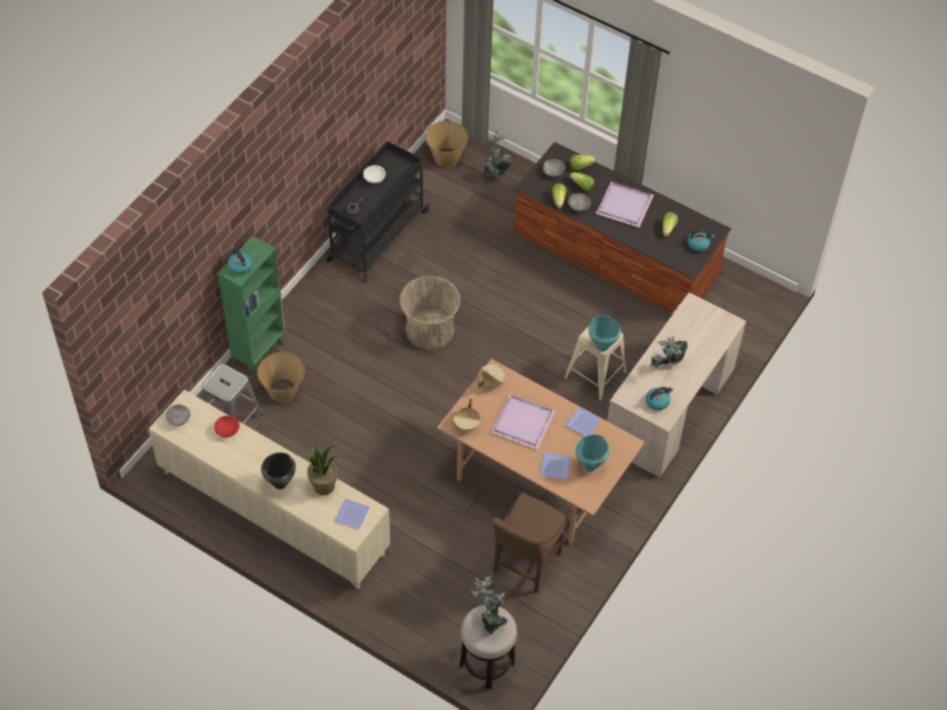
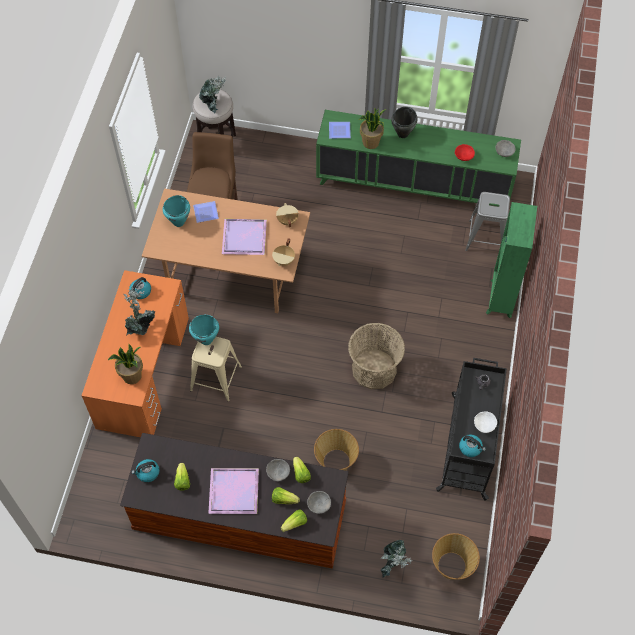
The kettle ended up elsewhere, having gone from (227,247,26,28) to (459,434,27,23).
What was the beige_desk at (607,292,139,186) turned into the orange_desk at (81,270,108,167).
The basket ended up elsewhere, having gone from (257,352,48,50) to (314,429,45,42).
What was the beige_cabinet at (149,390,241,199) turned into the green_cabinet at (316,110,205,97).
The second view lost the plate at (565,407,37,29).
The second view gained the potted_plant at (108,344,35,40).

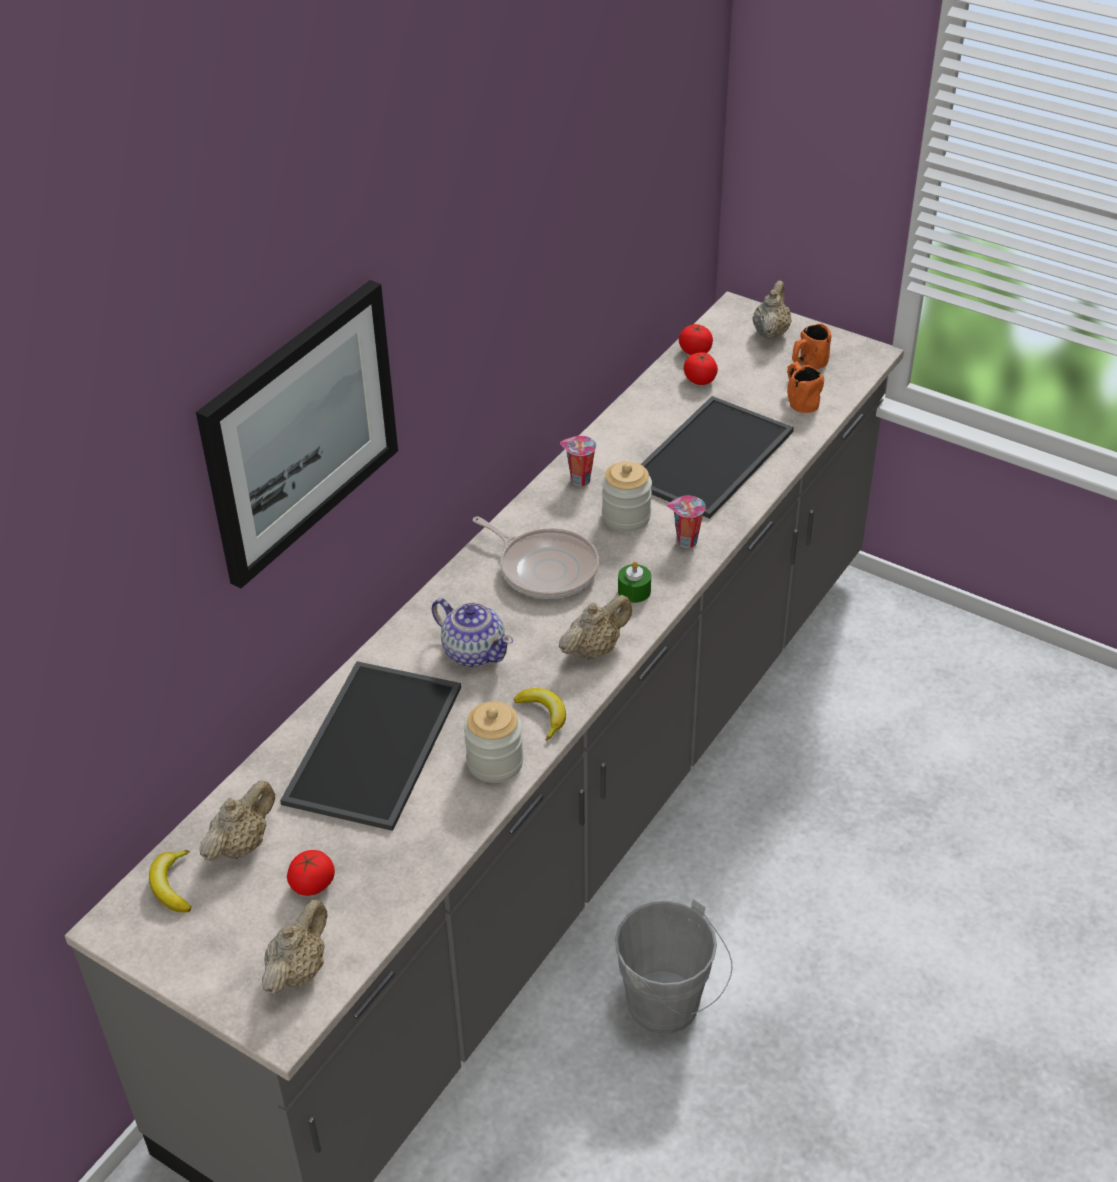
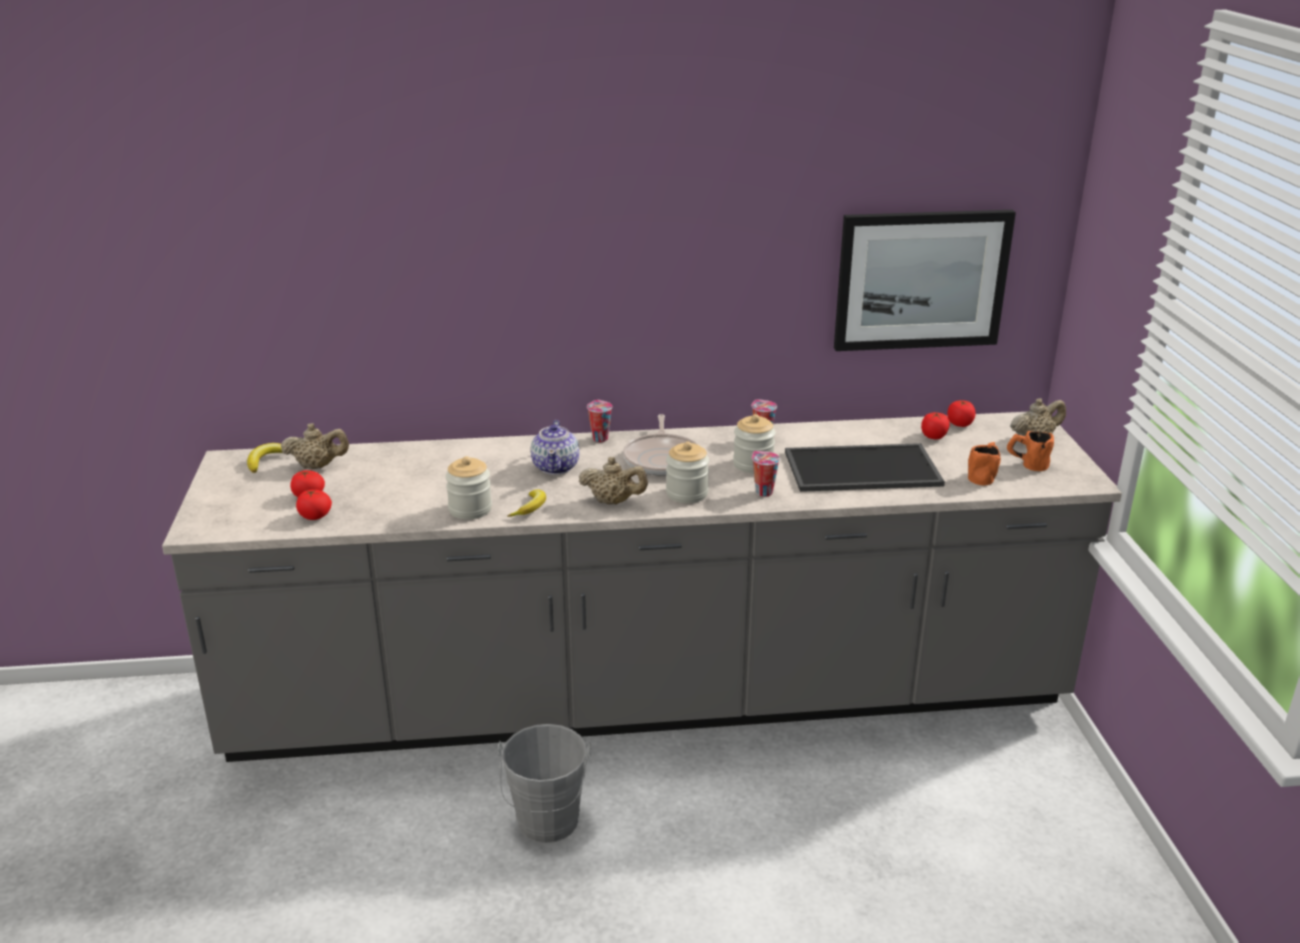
The picture ended up elsewhere, having gone from (196,280,202,308) to (834,210,182,141).
Where the green_candle stood at (618,561,33,42), the jar came to stand at (666,442,43,61).
The second view lost the tray at (280,661,181,170).
The second view lost the beige_teapot at (262,900,65,95).
The second view gained the cup at (587,400,26,42).
The second view gained the tomato at (296,489,36,31).

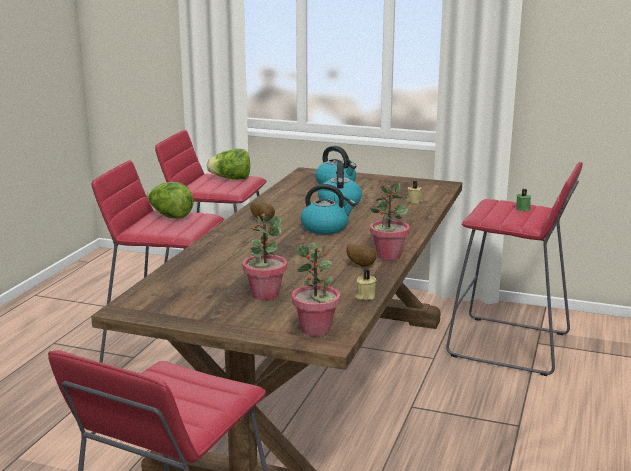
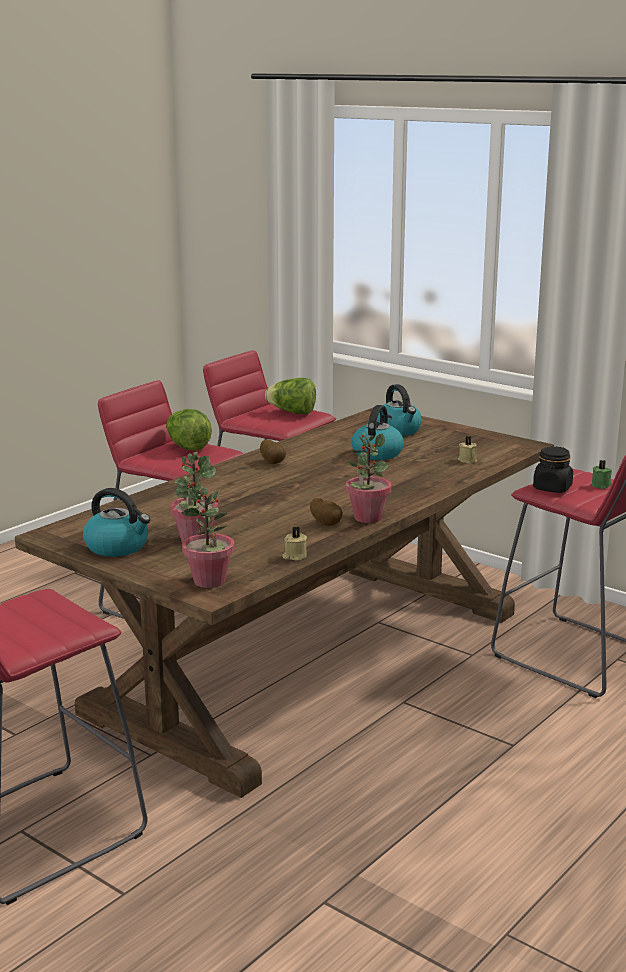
The kettle ended up elsewhere, having gone from (301,184,55,50) to (83,488,68,69).
The second view gained the black_jar at (533,447,40,46).

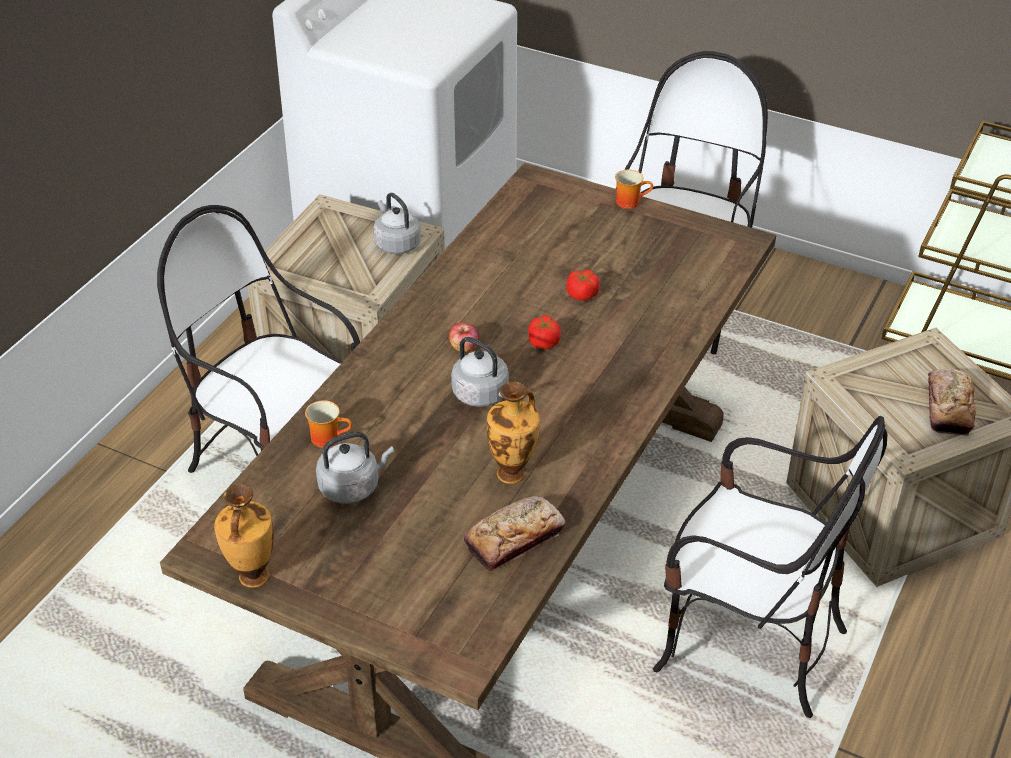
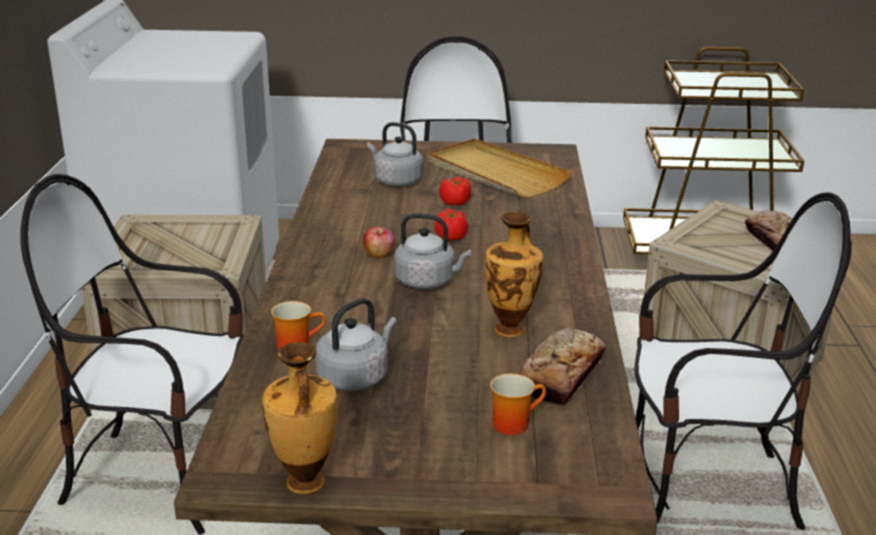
The mug ended up elsewhere, having gone from (615,170,38,39) to (490,373,56,62).
The grey_kettle ended up elsewhere, having gone from (373,193,48,61) to (367,122,56,65).
The second view gained the beige_tray at (428,139,144,59).

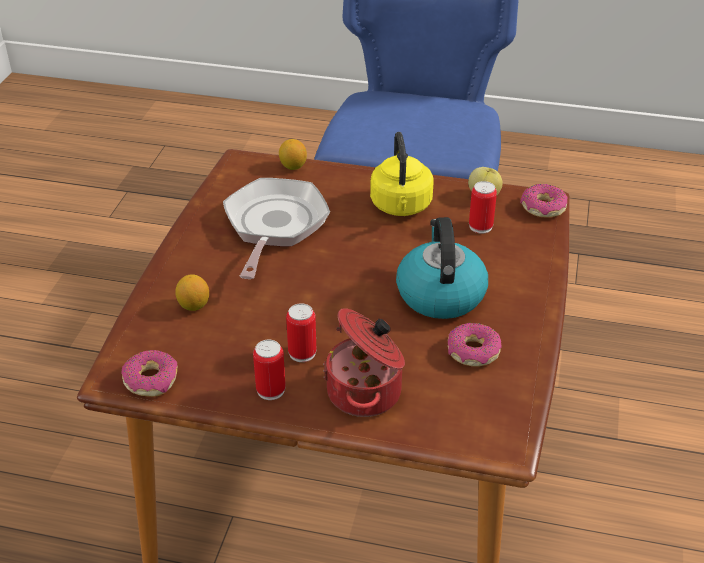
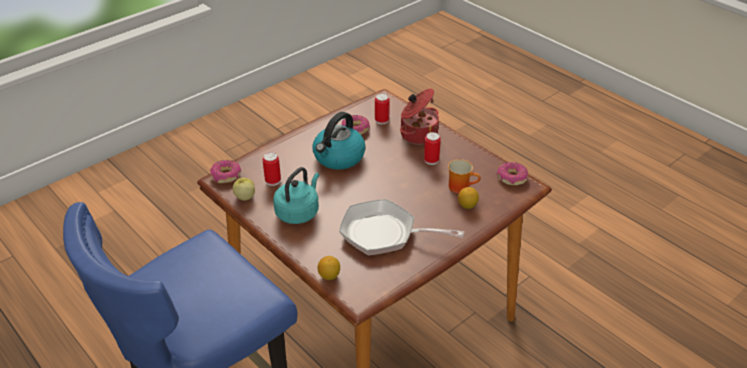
What was the yellow_kettle at (370,132,64,84) turned into the turquoise_kettle at (273,167,46,57).
The frying_pan at (223,178,107,101) ended up facing another way, 60 degrees clockwise from before.
The can ended up elsewhere, having gone from (253,340,33,60) to (375,93,15,32).
The second view gained the mug at (448,159,33,34).

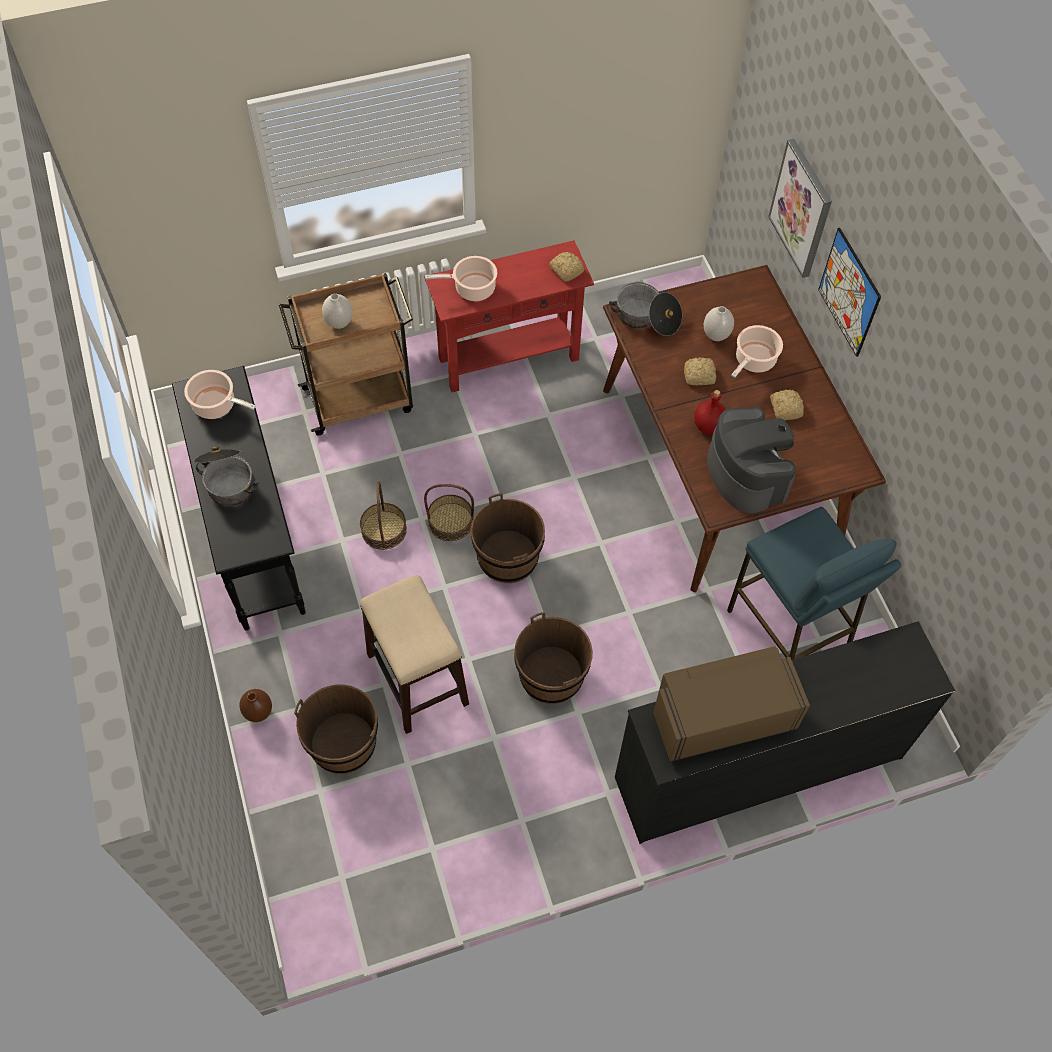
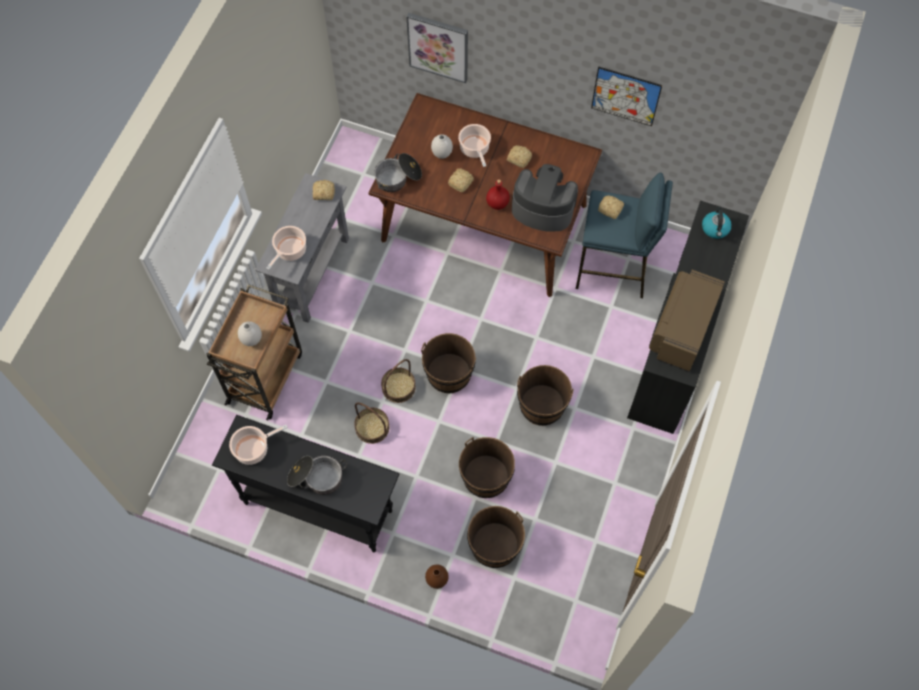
The picture ended up elsewhere, having gone from (818,228,63,129) to (591,66,71,60).
What was the red_console_table at (424,240,170,152) turned into the grey_console_table at (255,173,94,150).
Where the stool stood at (360,575,109,159), the brown_bucket came to stand at (459,437,56,61).
The second view gained the bread at (598,195,26,24).
The second view gained the kettle at (702,208,30,31).

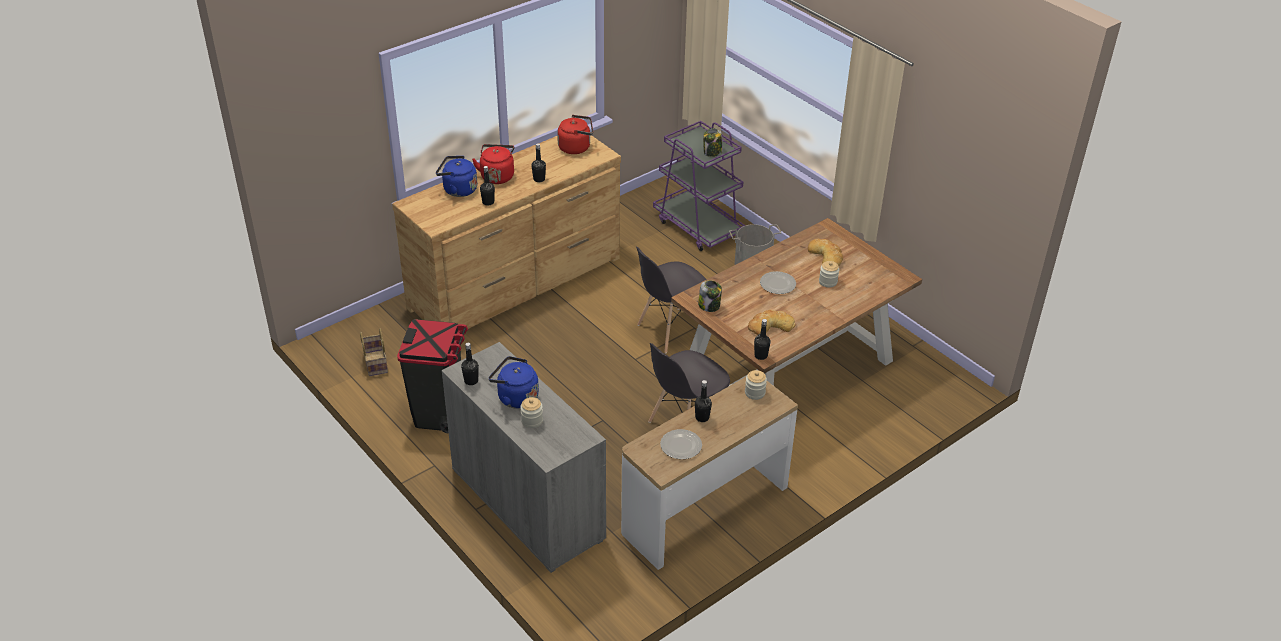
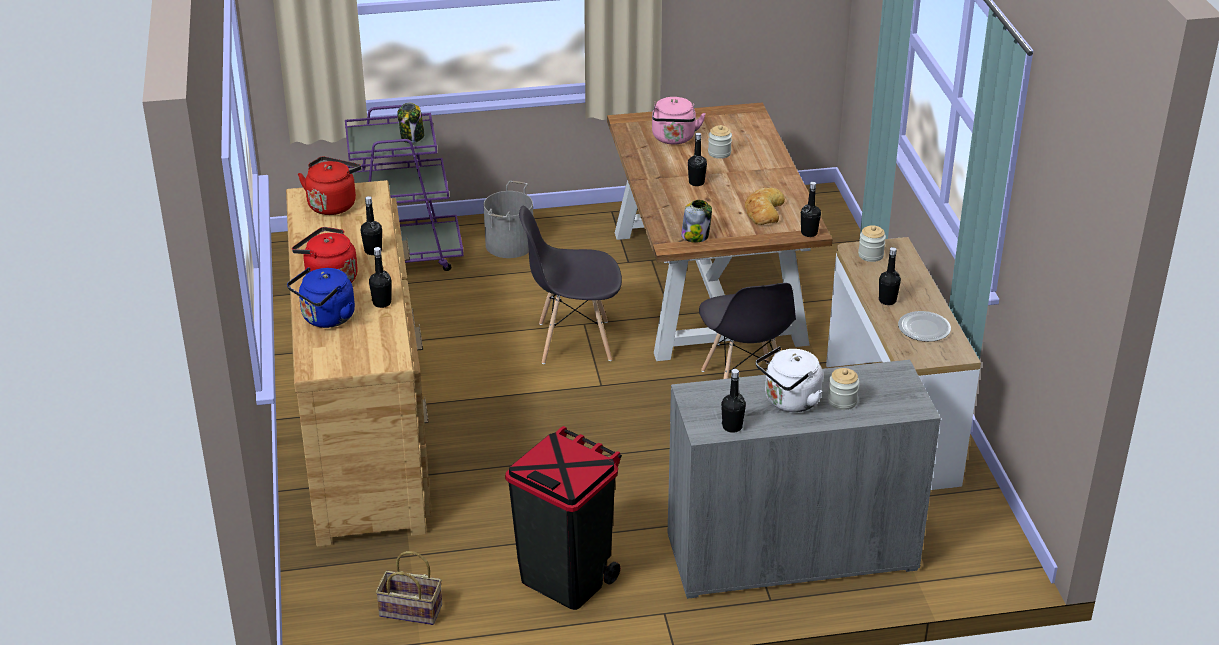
Where the bread stood at (808,239,35,27), the pink_kettle came to stand at (652,97,54,48).
The grey_chair at (636,247,71,106) ended up facing another way, 90 degrees clockwise from before.
Where the plate stood at (760,271,36,23), the black_bottle came to stand at (688,133,19,53).
What was the blue_kettle at (489,356,50,53) turned into the white_kettle at (756,346,67,66).

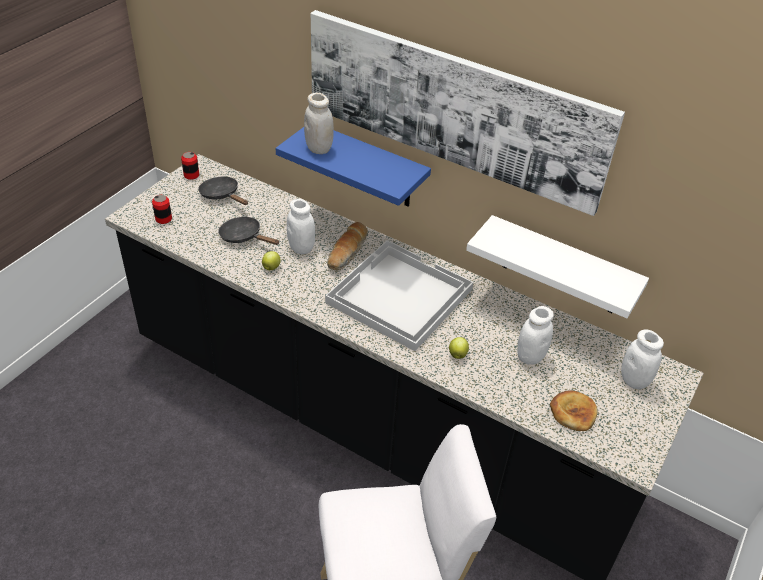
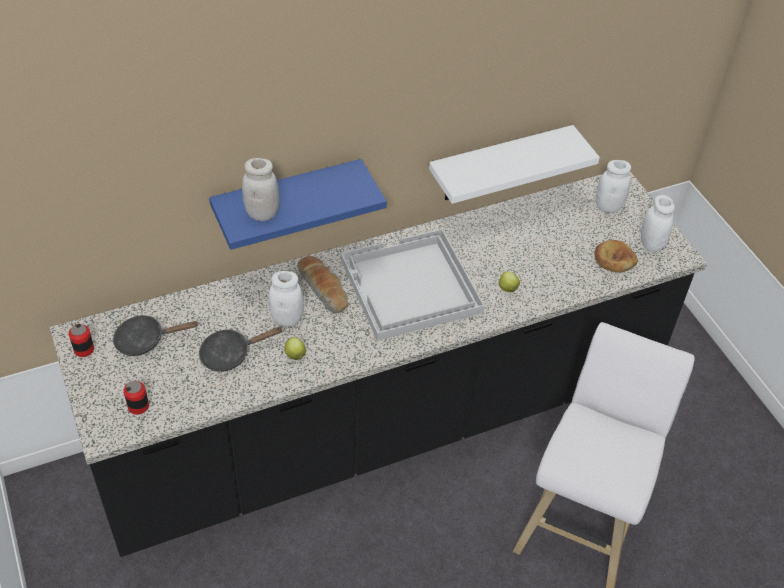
The second view lost the picture at (311,10,314,206).
The white_jar ended up elsewhere, having gone from (517,306,37,59) to (641,195,34,57).

